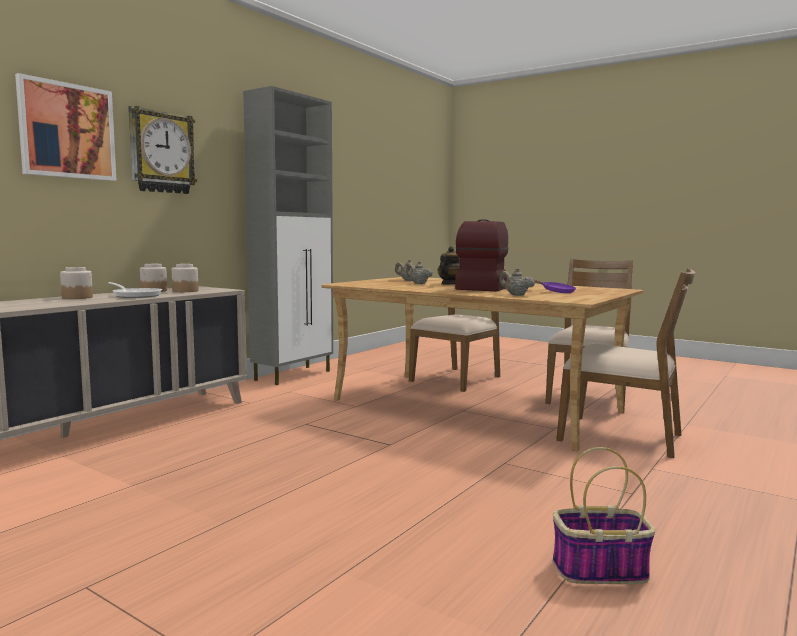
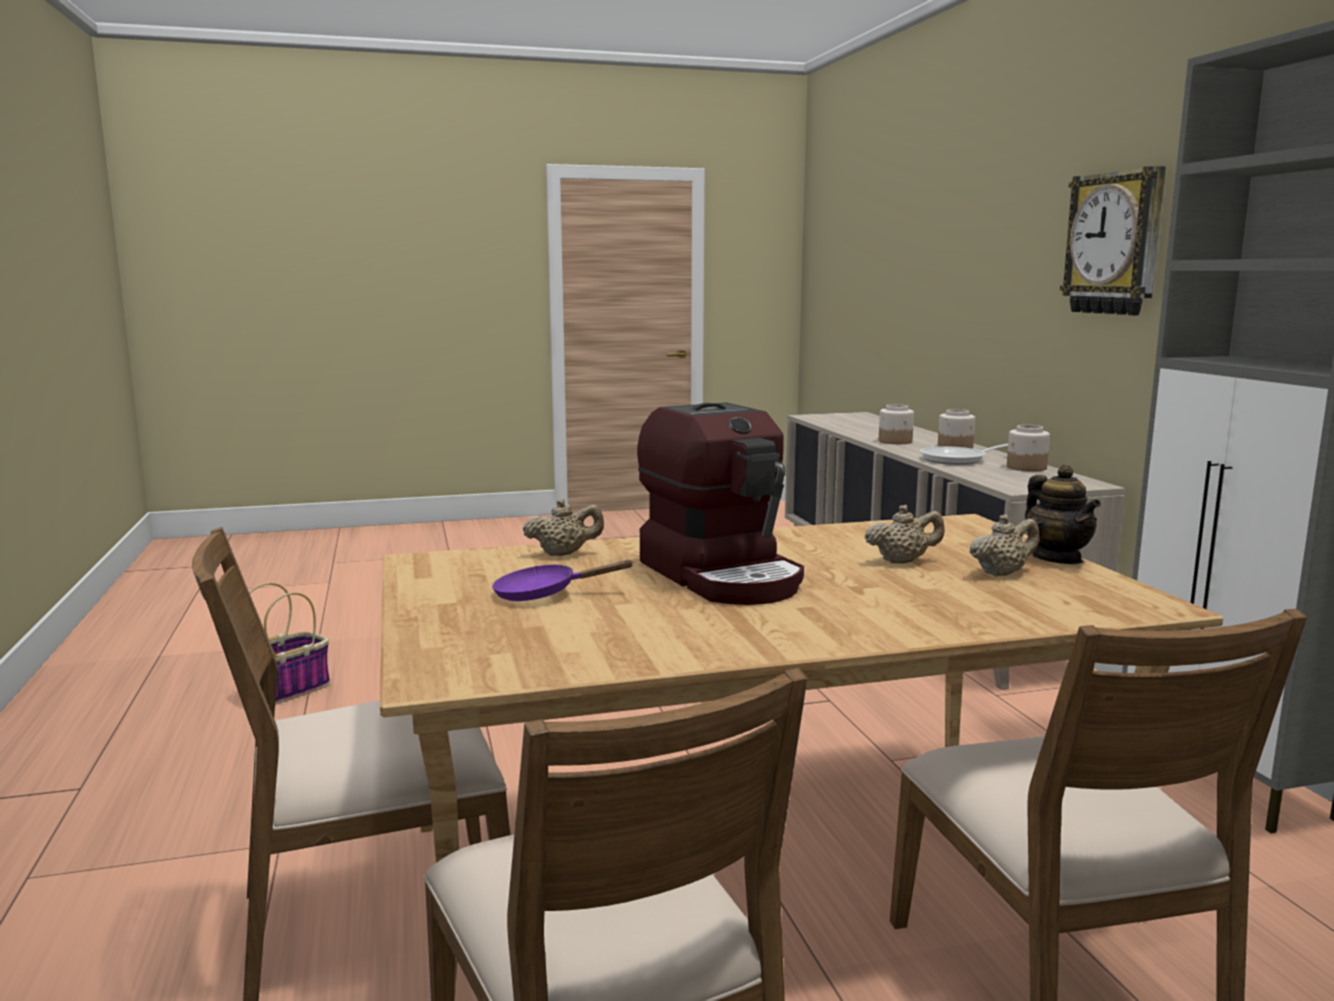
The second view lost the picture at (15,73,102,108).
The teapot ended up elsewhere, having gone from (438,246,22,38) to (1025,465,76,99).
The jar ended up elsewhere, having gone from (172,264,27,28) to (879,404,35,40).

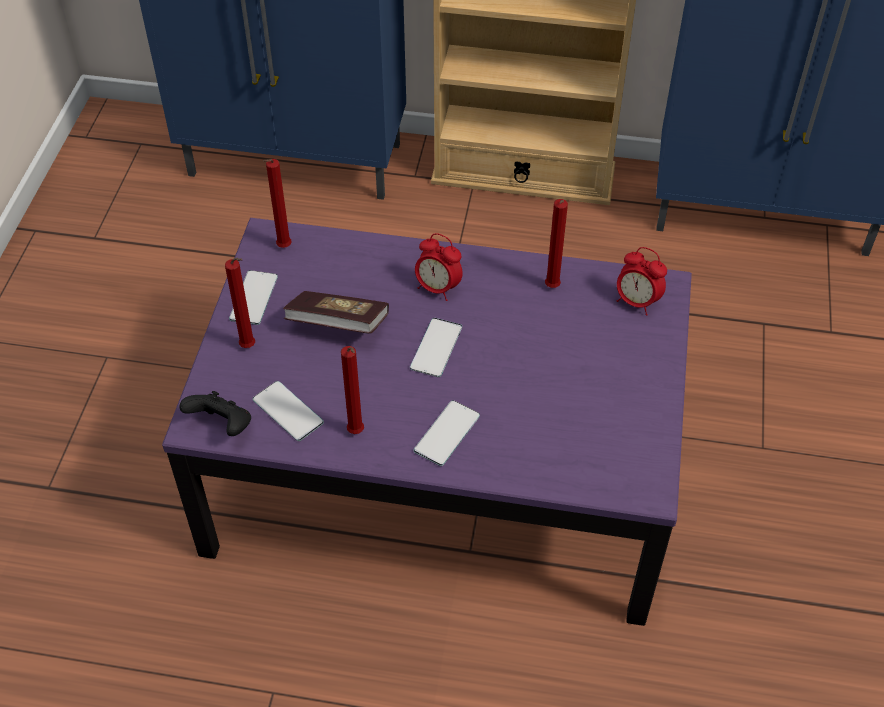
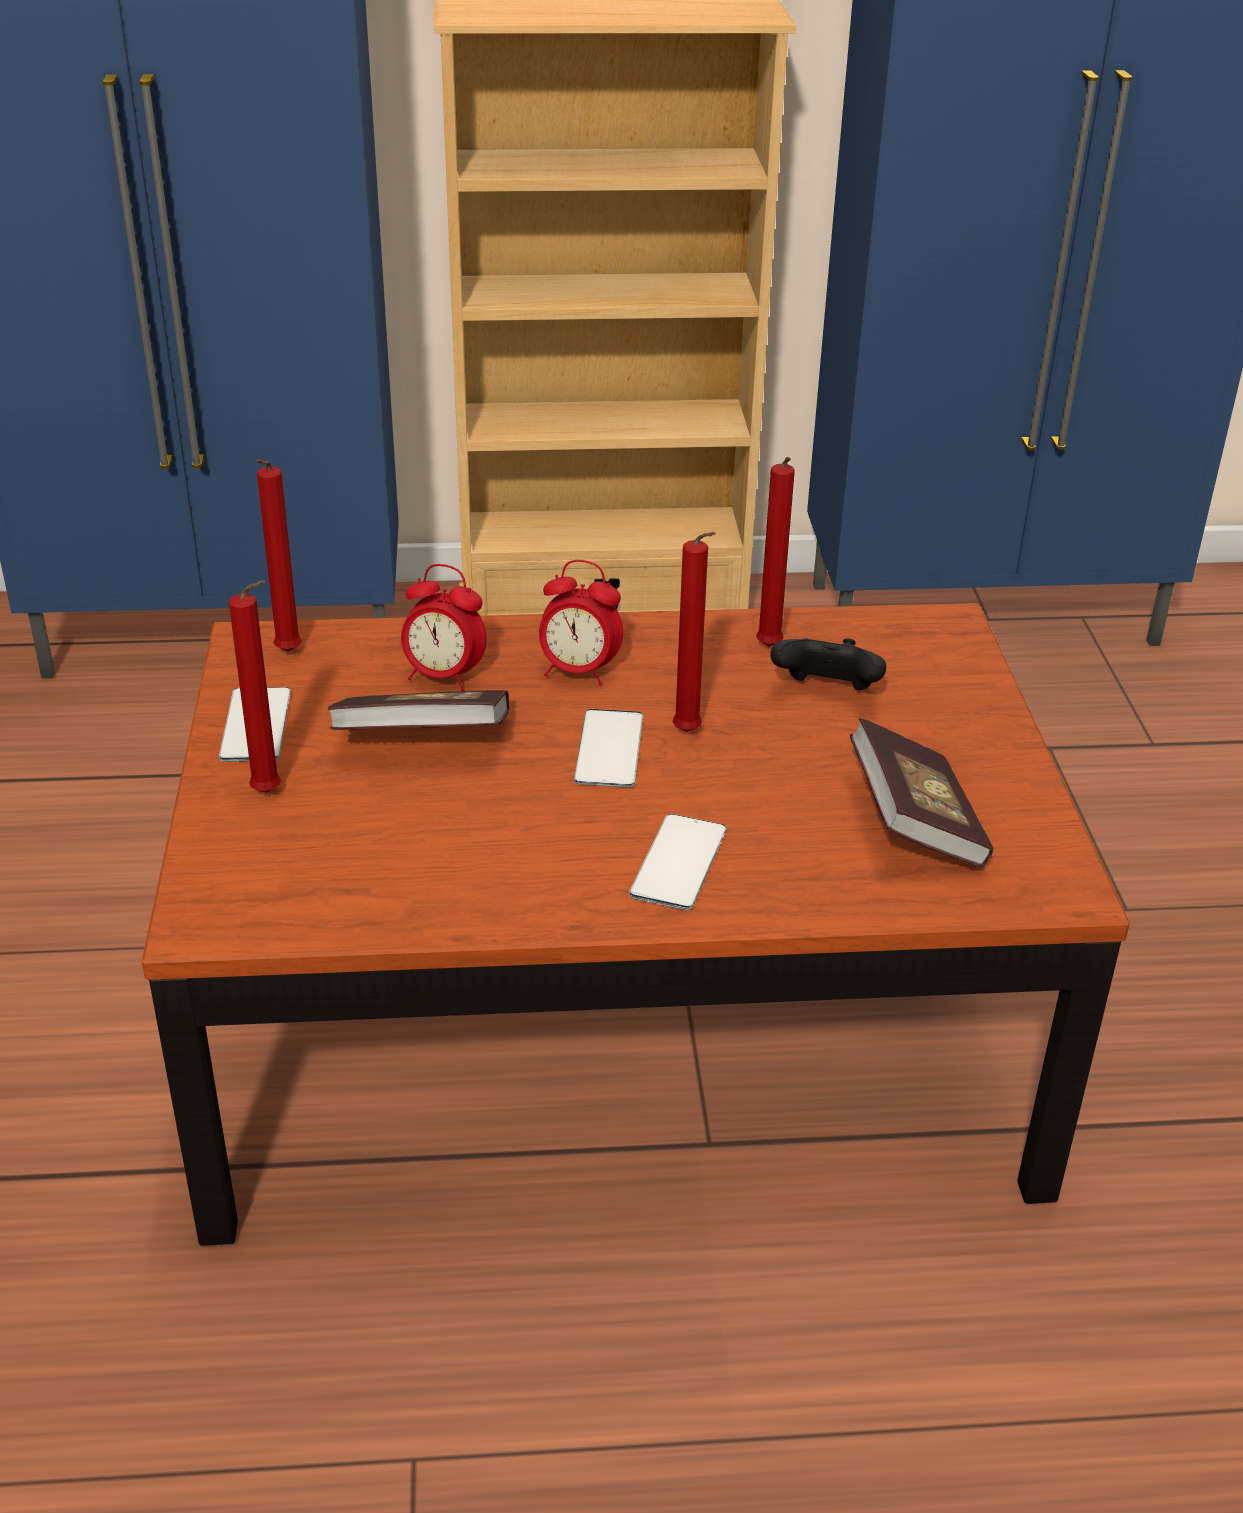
What was the purple_coffee_table at (162,218,530,408) turned into the brown_coffee_table at (141,603,989,643).
The alarm_clock ended up elsewhere, having gone from (617,247,50,68) to (401,564,85,127).
The red_candle ended up elsewhere, having gone from (341,346,23,88) to (673,532,43,200).
The second view lost the phone at (253,381,71,60).
The black_game_controller ended up elsewhere, having gone from (179,391,72,45) to (770,638,117,52).
The second view gained the book at (850,718,144,150).

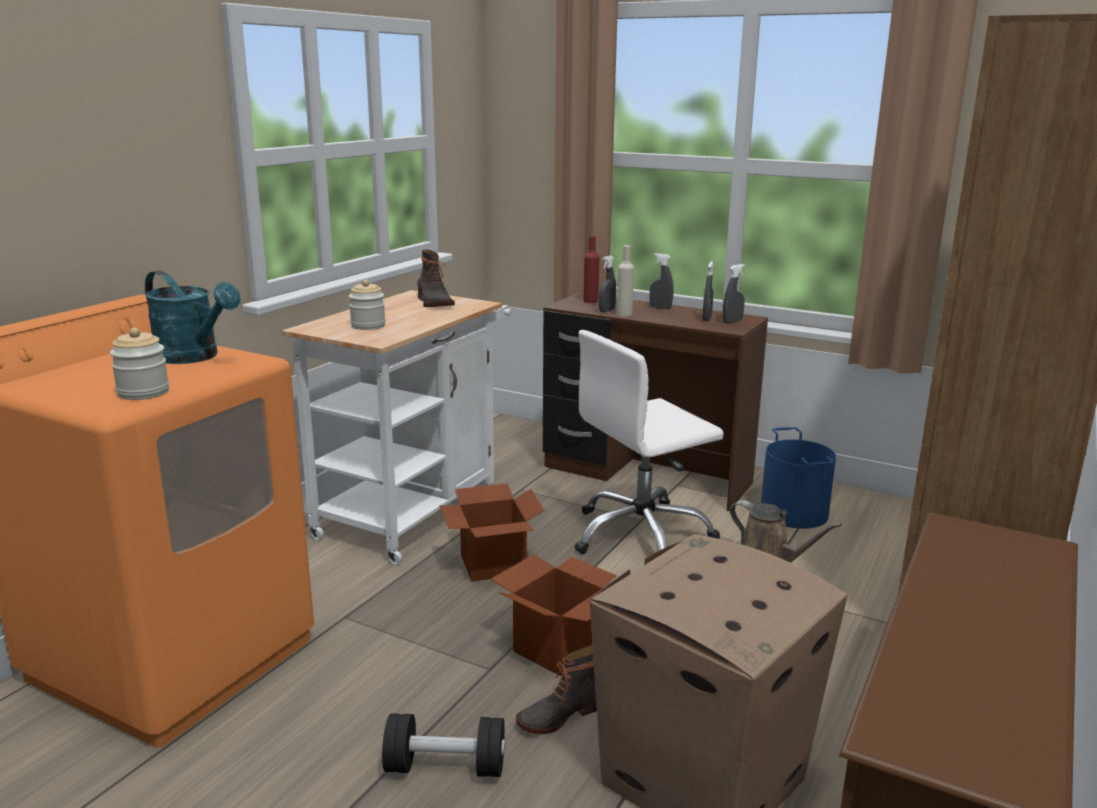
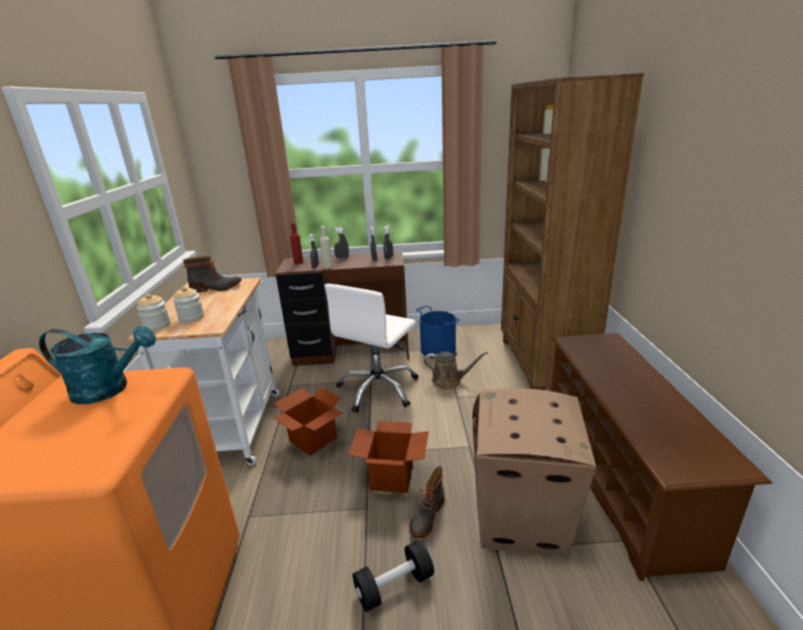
The boot at (417,249,38,58) ended up facing another way, 45 degrees counterclockwise from before.
The jar ended up elsewhere, having gone from (110,328,59,72) to (137,294,33,37).

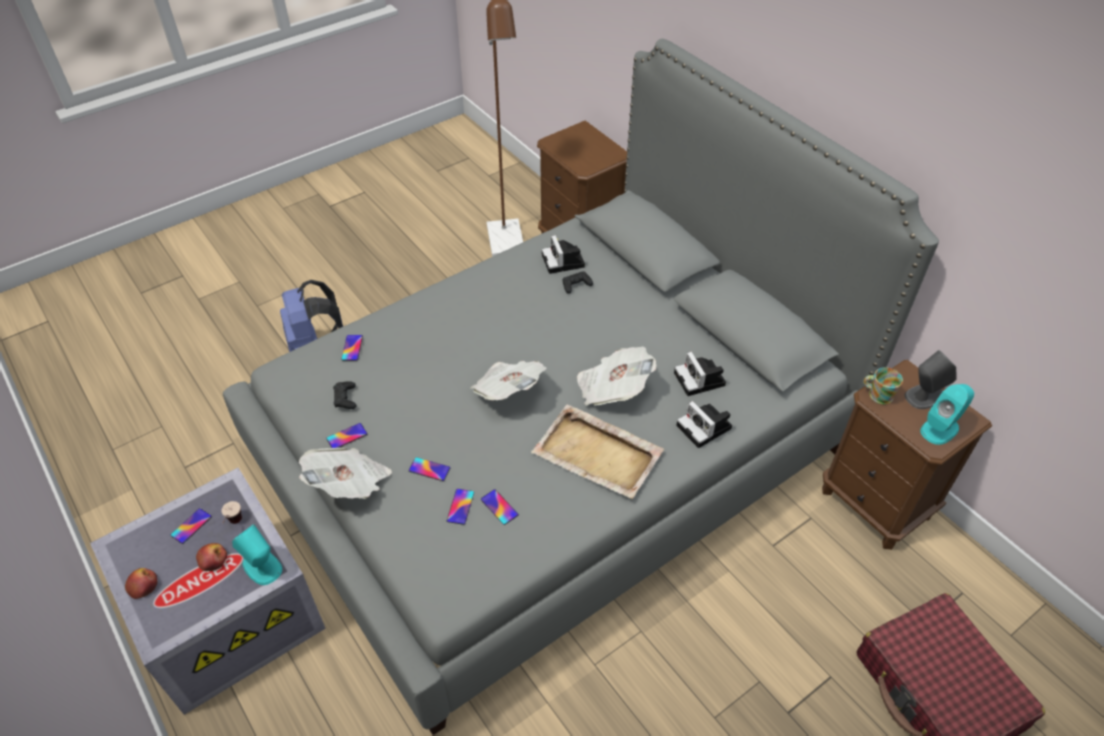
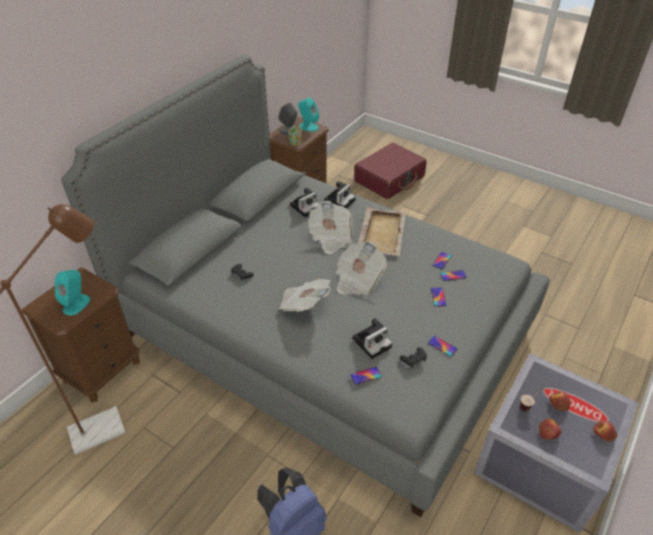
The photo_camera ended up elsewhere, having gone from (542,235,43,39) to (352,318,40,41).
The newspaper ended up elsewhere, having gone from (299,448,93,51) to (278,279,52,33).
Where the phone stood at (171,508,41,36), the apple came to stand at (539,419,22,21).
The turquoise_speaker ended up elsewhere, having gone from (232,524,50,61) to (55,270,35,46).

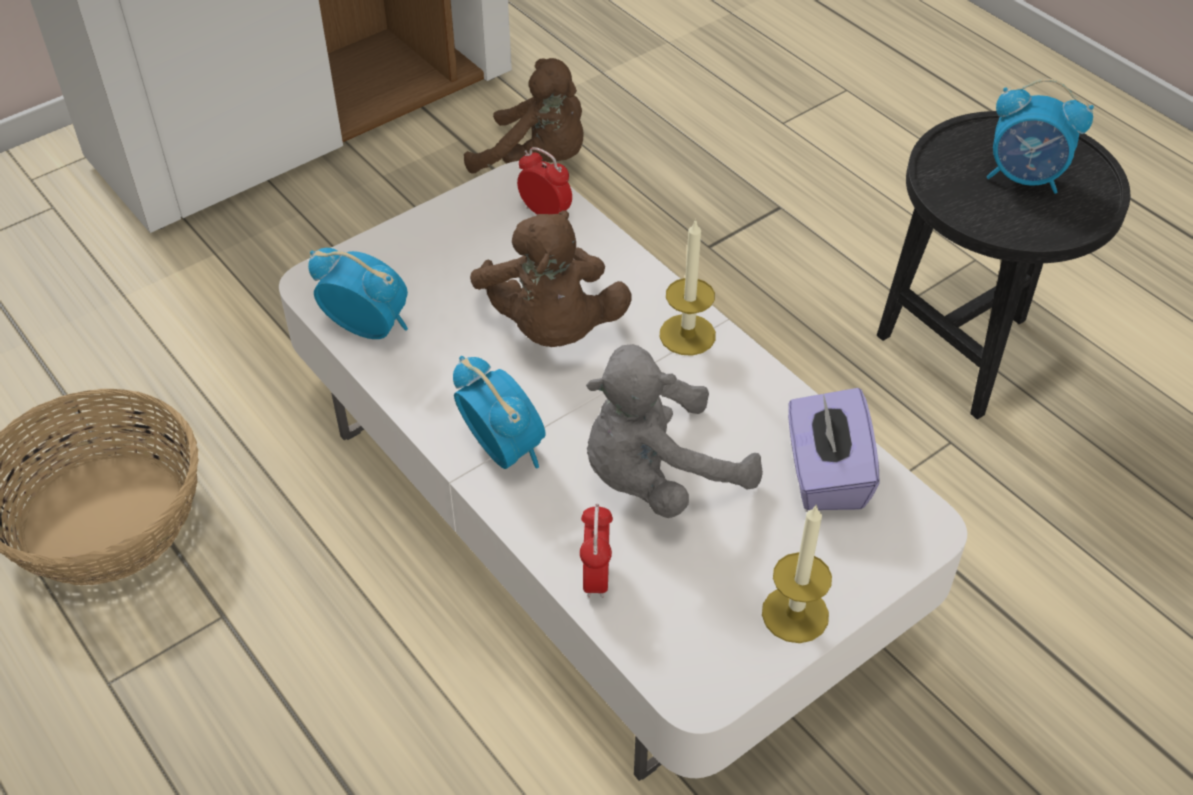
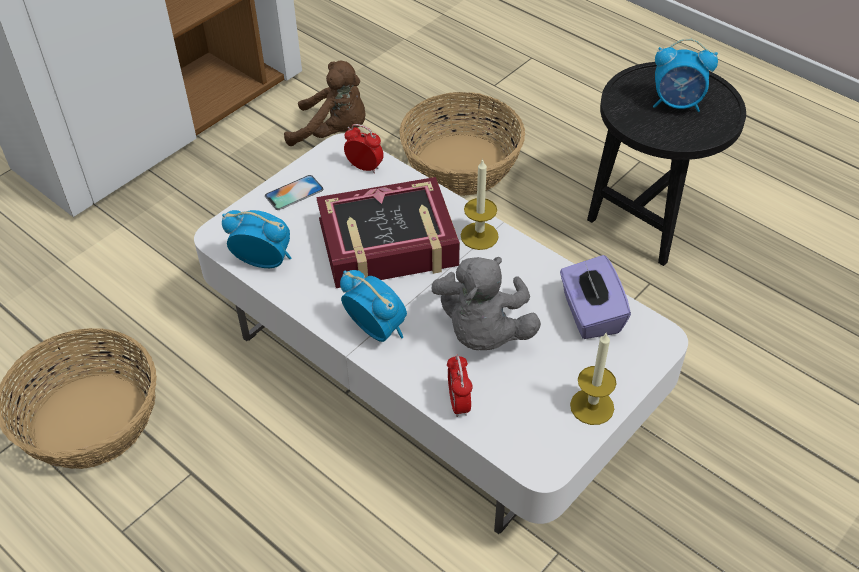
Where the brown_plush_toy stood at (470,210,161,137), the book came to stand at (316,177,144,111).
The grey_plush_toy at (586,344,177,174) ended up facing another way, 45 degrees counterclockwise from before.
The second view gained the basket at (400,92,125,104).
The second view gained the phone at (265,175,59,35).

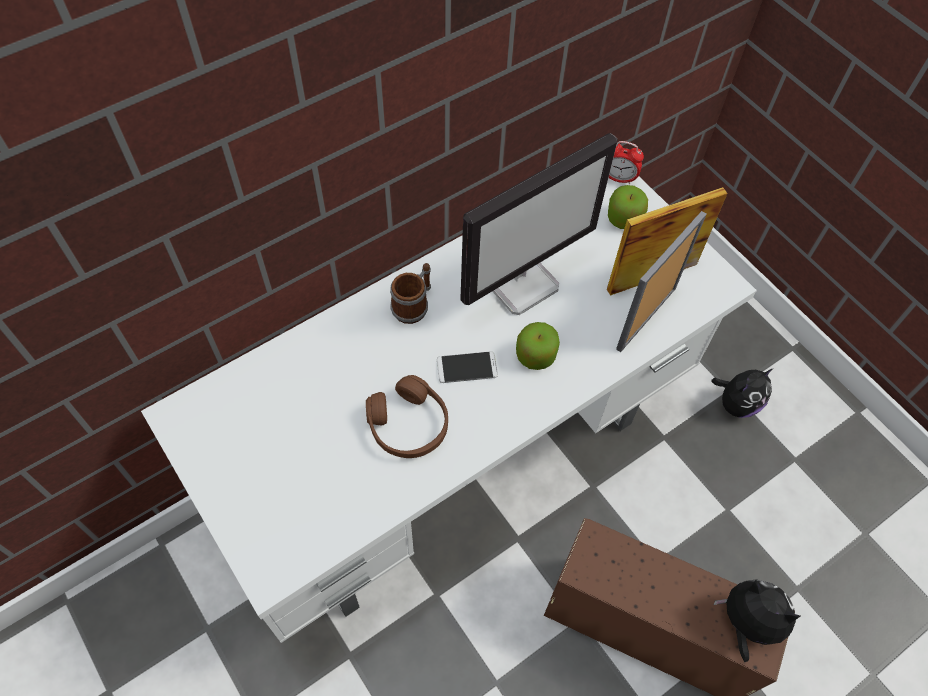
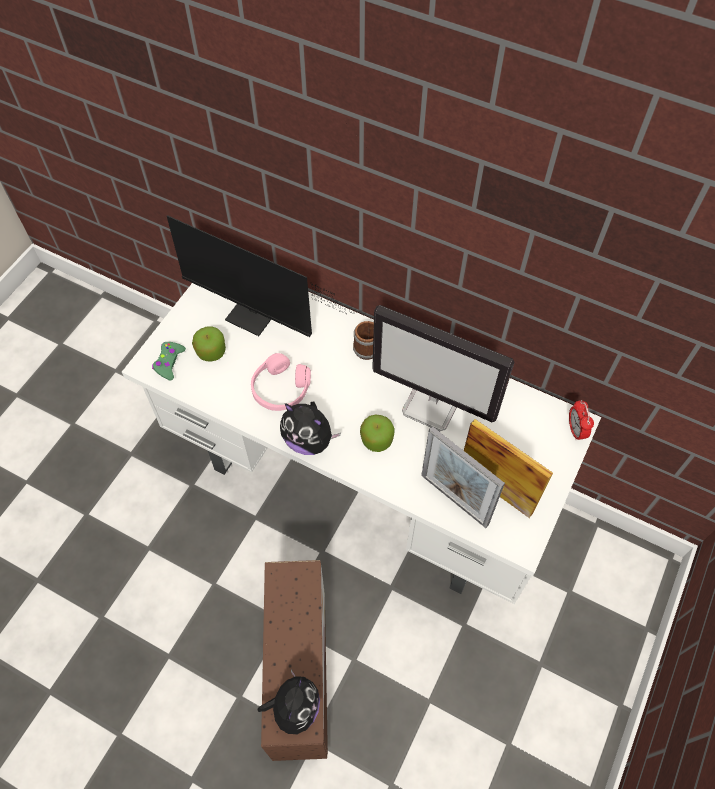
The apple ended up elsewhere, having gone from (608,185,40,44) to (192,326,34,36).
The picture_frame at (616,211,91,141) ended up facing another way, 150 degrees counterclockwise from before.
The second view lost the phone at (437,351,61,32).
The plush_toy ended up elsewhere, having gone from (711,368,63,50) to (280,402,61,53).
What was the brown_headphones at (366,375,82,83) turned into the pink_headphones at (251,353,60,58).
The second view gained the monitor at (167,215,188,122).
The second view gained the green_game_controller at (152,342,34,39).

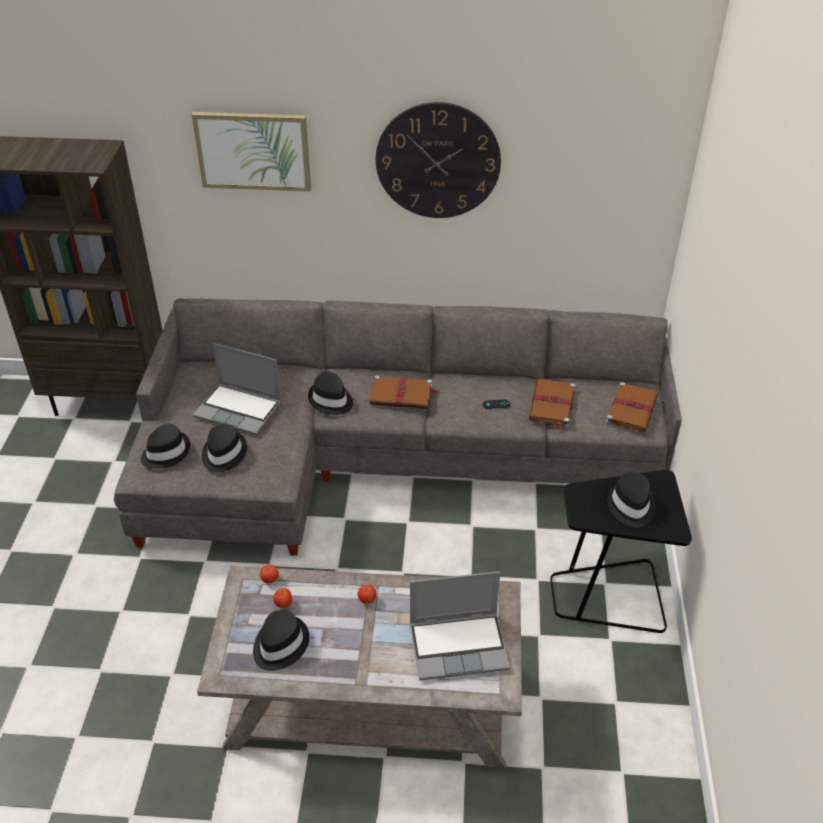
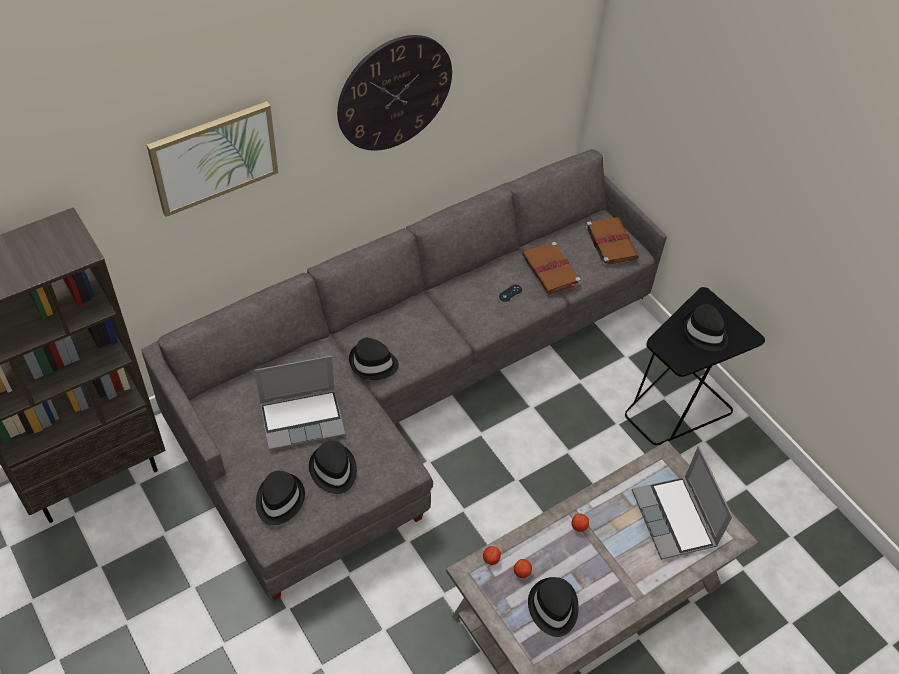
The second view lost the brown_book at (369,375,67,34).
The laptop at (410,571,100,109) ended up facing another way, 120 degrees clockwise from before.

